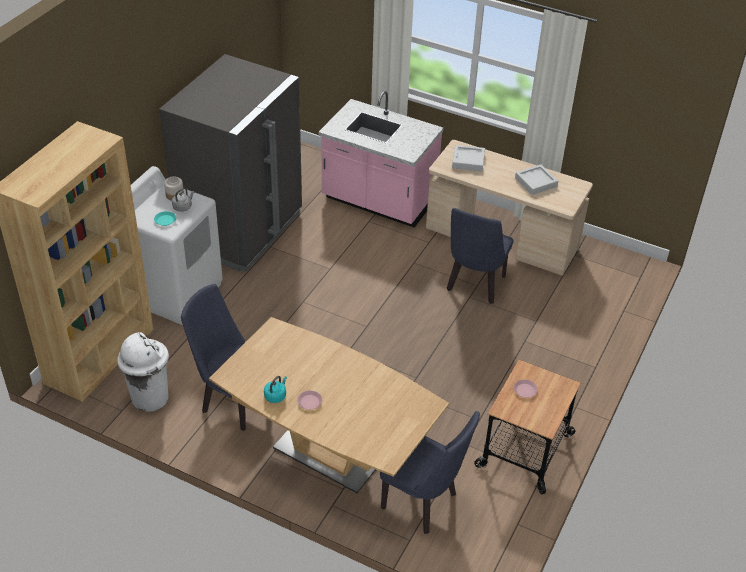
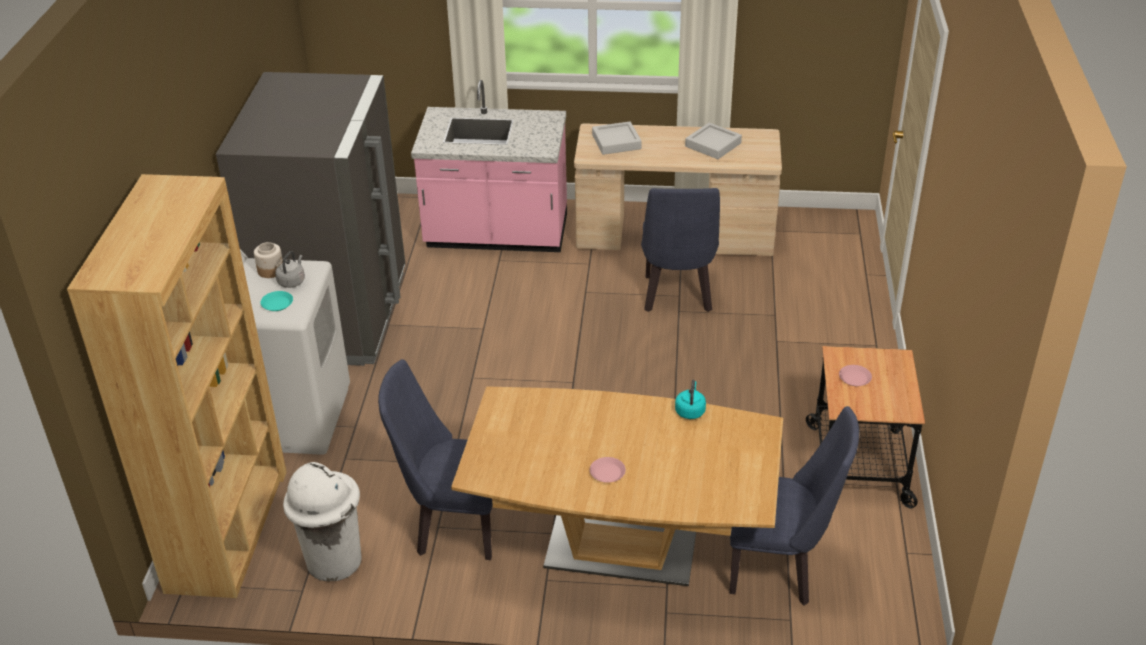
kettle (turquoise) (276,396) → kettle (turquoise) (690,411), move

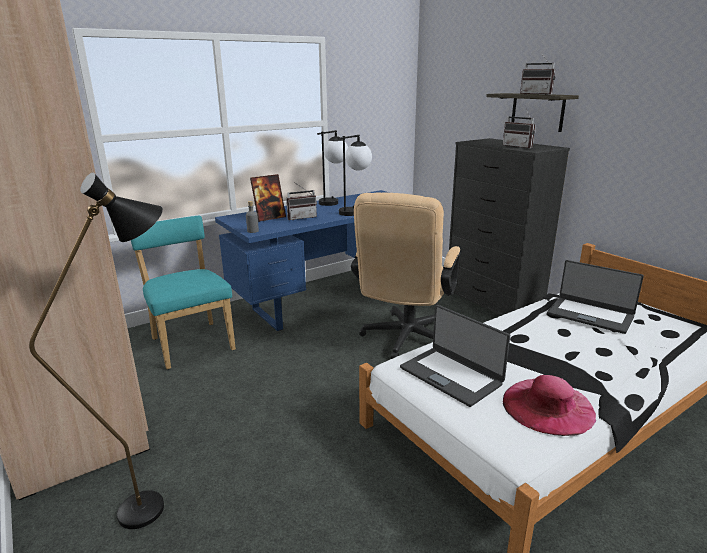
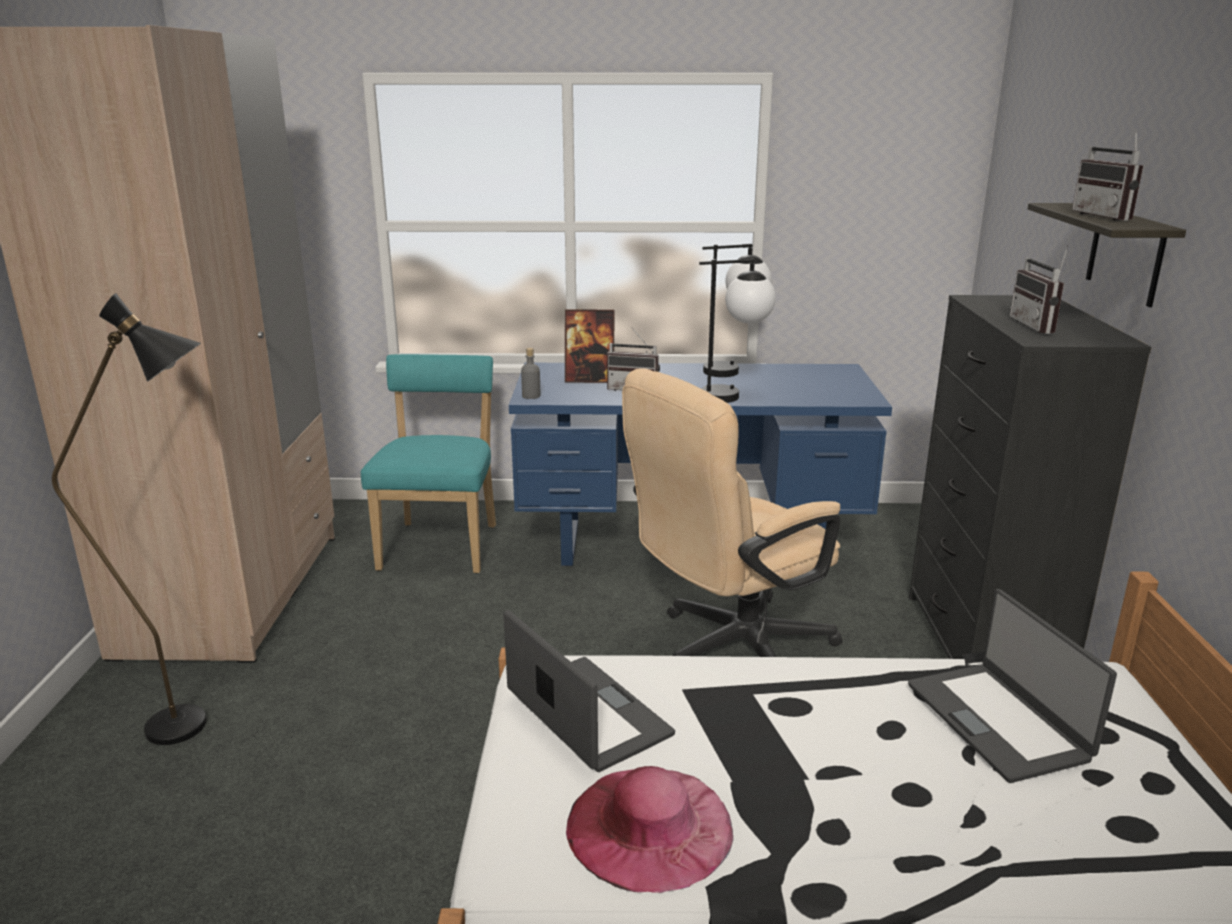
laptop (451,375) → laptop (586,714), 150 degrees clockwise

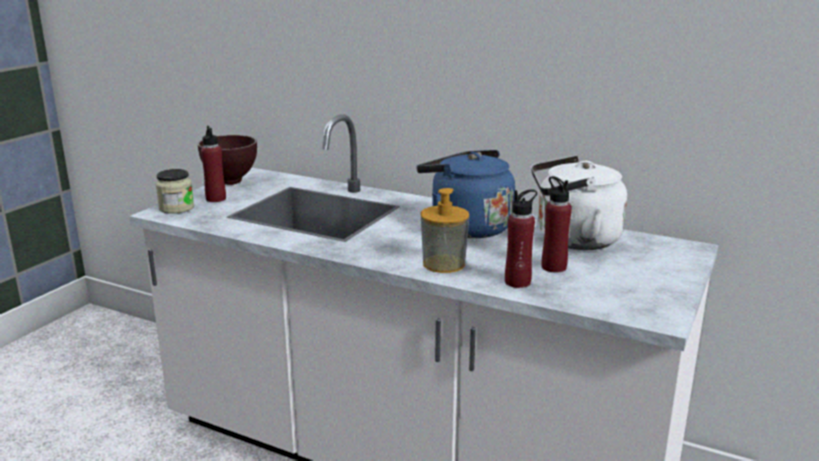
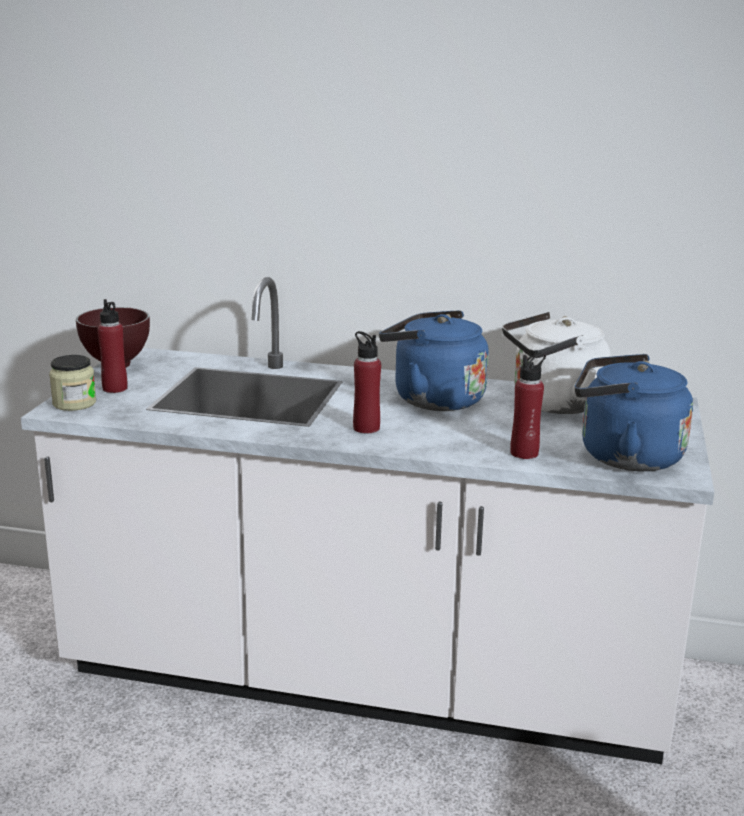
soap dispenser (443,264) → -
bottle (red) (553,267) → bottle (red) (366,428), move
- → kettle (blue) (623,456)

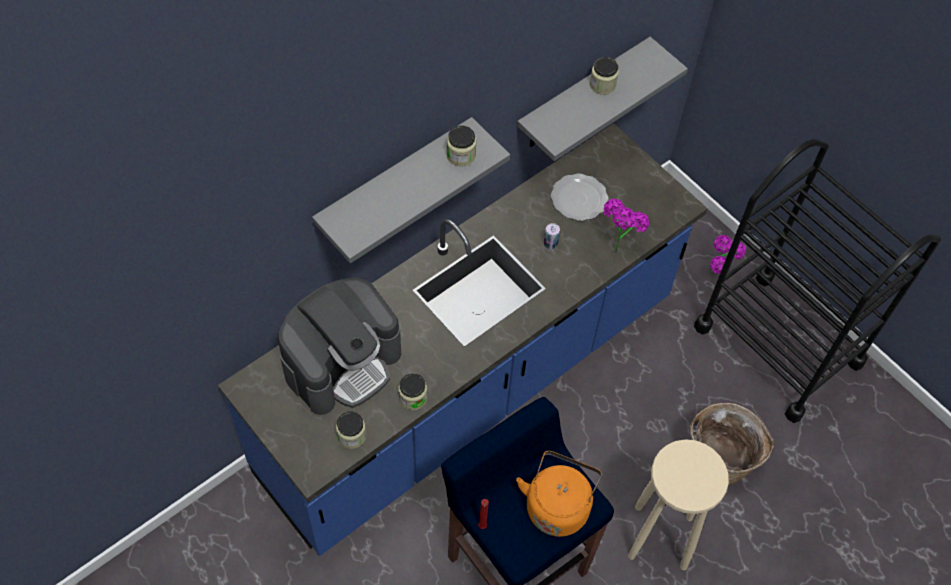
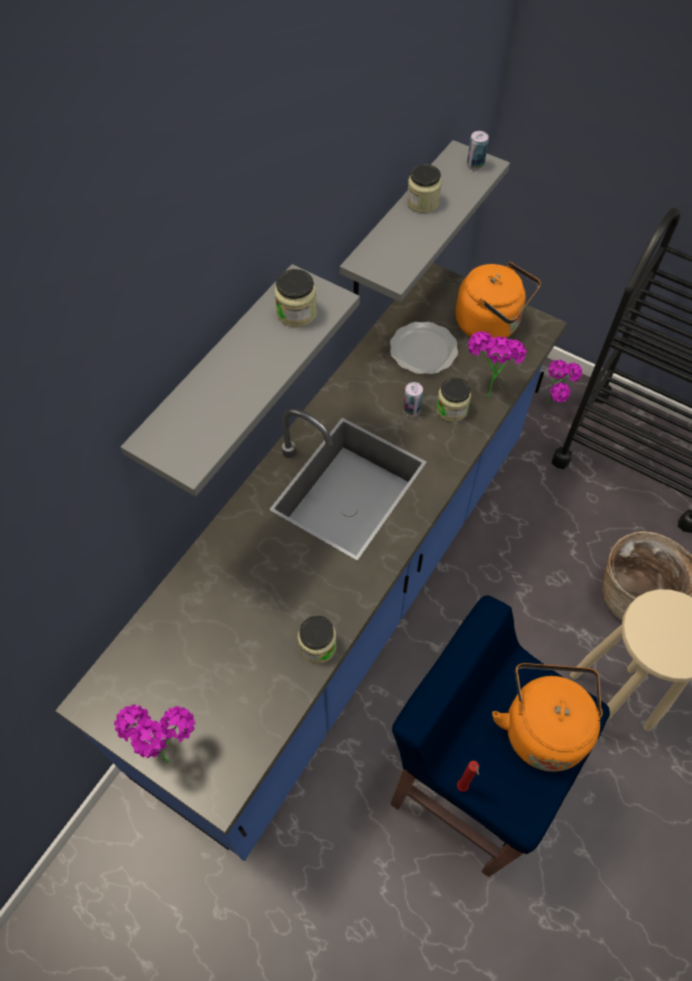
coffee machine (342,362) → -
jar (352,436) → jar (452,409), move
- → potted plant (167,749)
- → kettle (orange) (491,324)
- → can (475,165)

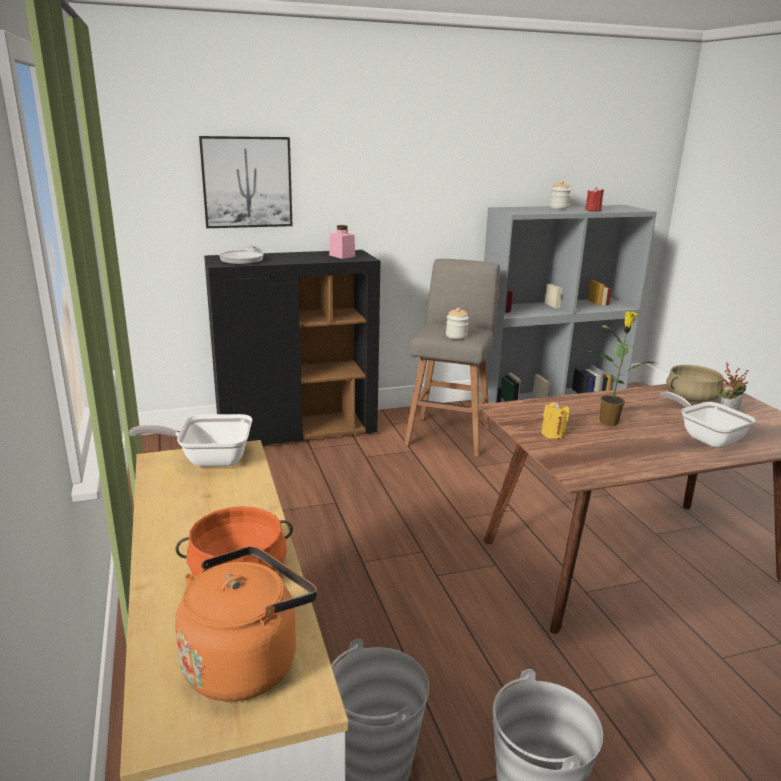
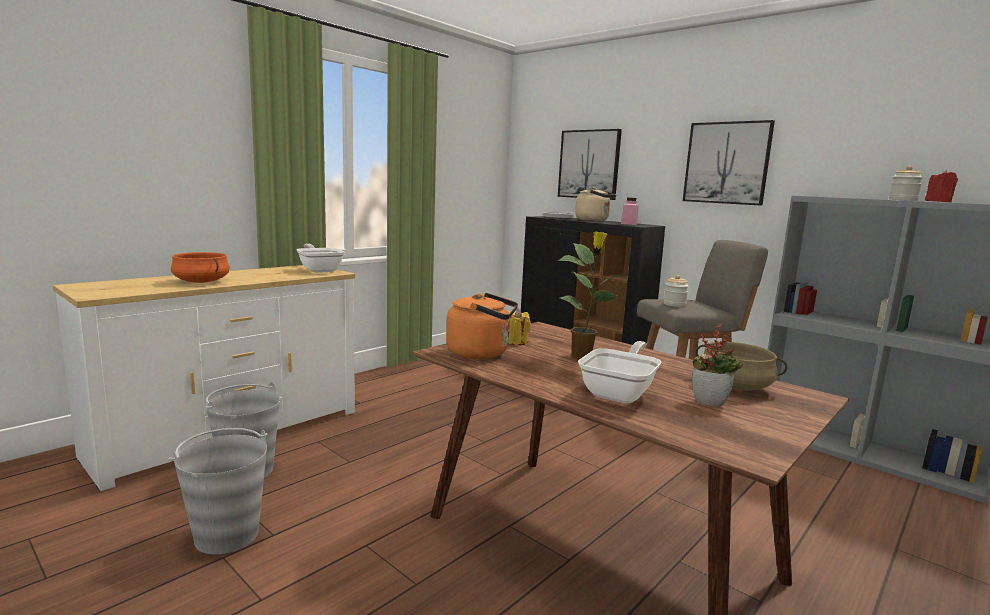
kettle (orange) (246,661) → kettle (orange) (481,353), move
- → kettle (beige) (594,220)
- → picture (727,163)

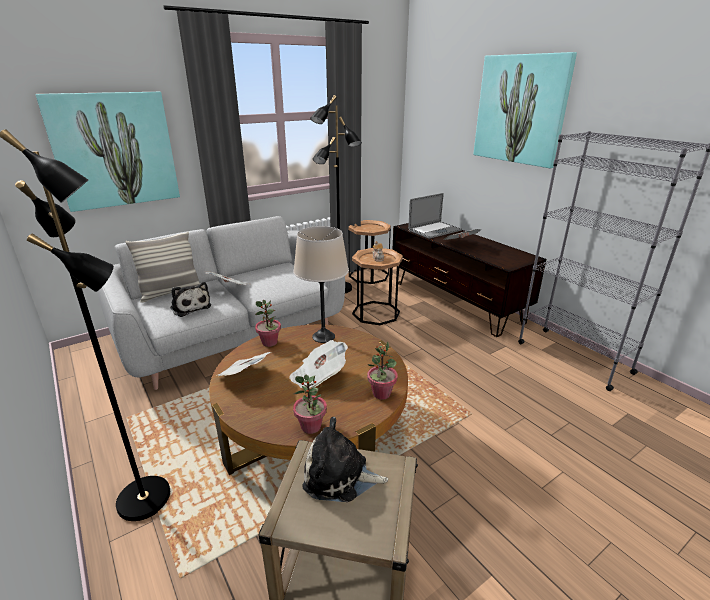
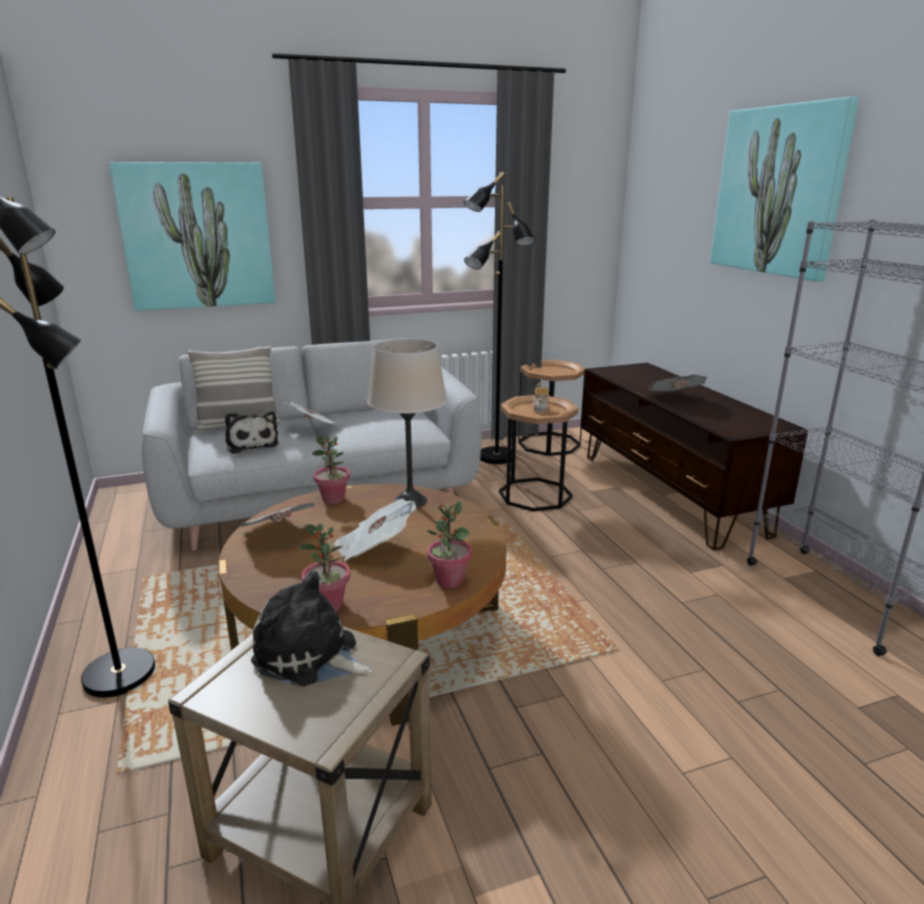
laptop (434,230) → -

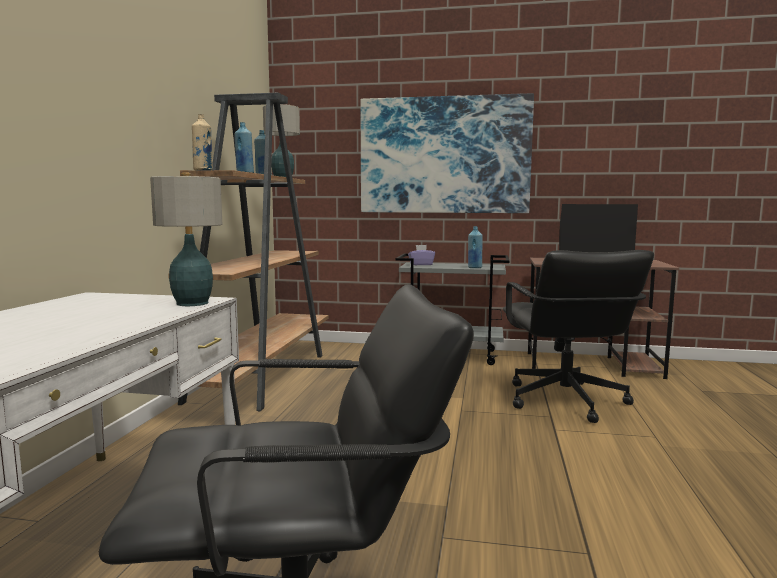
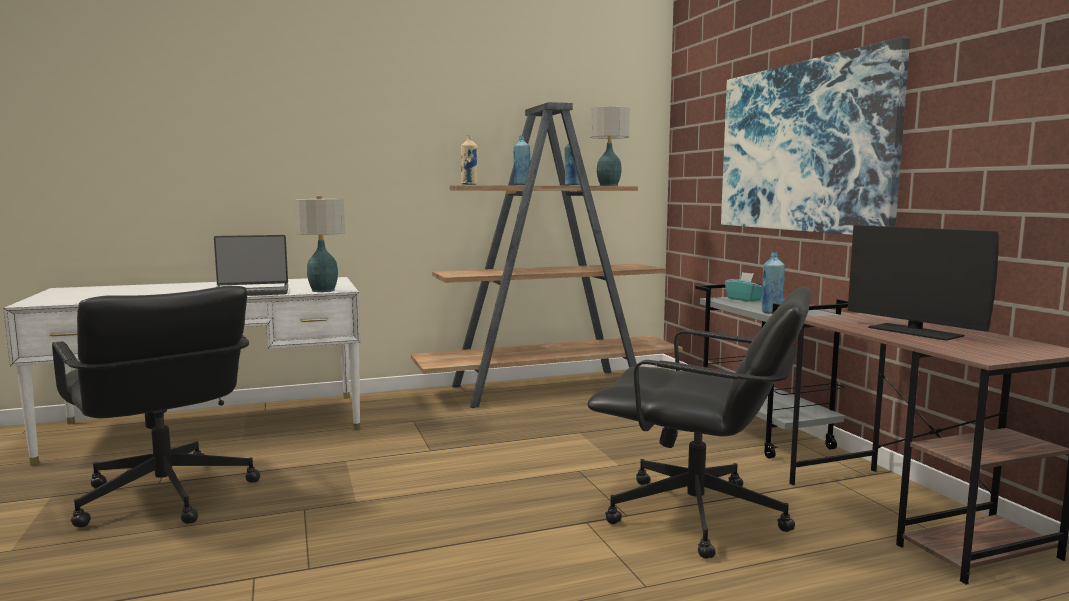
tissue box (purple) (421,264) → tissue box (turquoise) (744,299)
office chair (black) (564,401) → office chair (black) (697,516), 120 degrees counterclockwise
- → laptop (251,292)

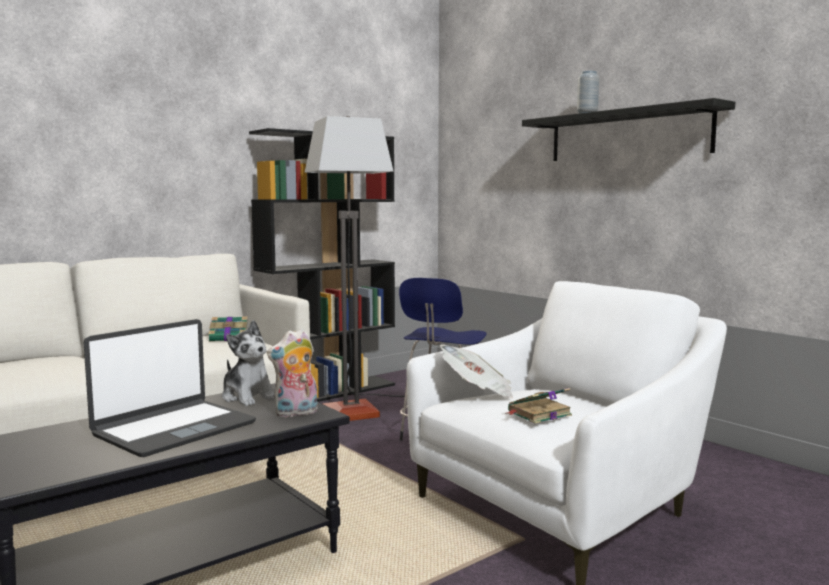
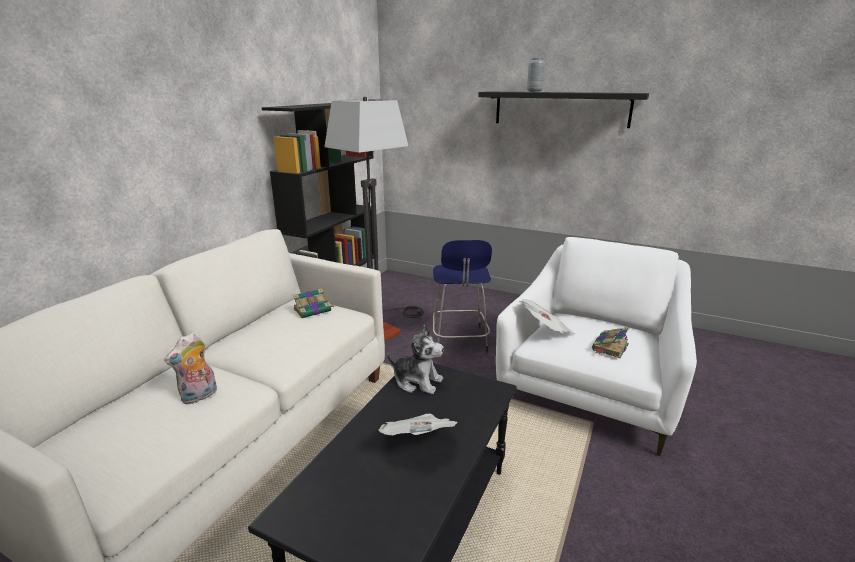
laptop (174,429) → newspaper (418,441)
plush toy (296,413) → plush toy (199,396), move

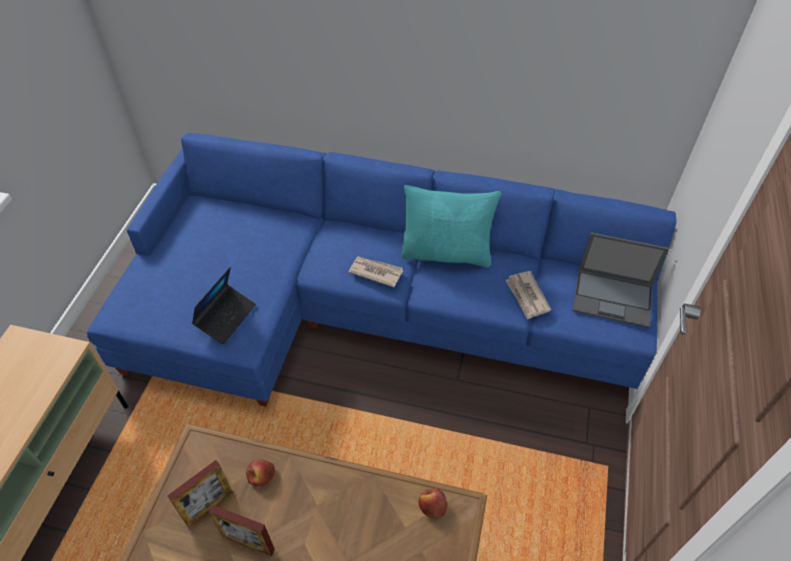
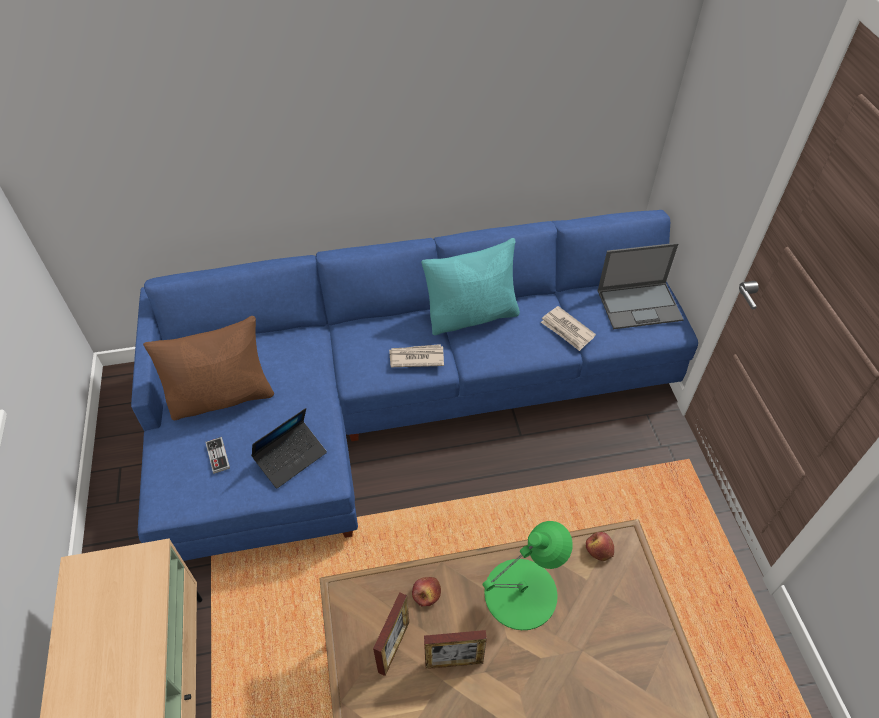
laptop (226,317) → laptop (291,457), 45 degrees clockwise
- → pillow (brown) (223,397)
- → game controller (218,456)
- → table lamp (green) (522,593)

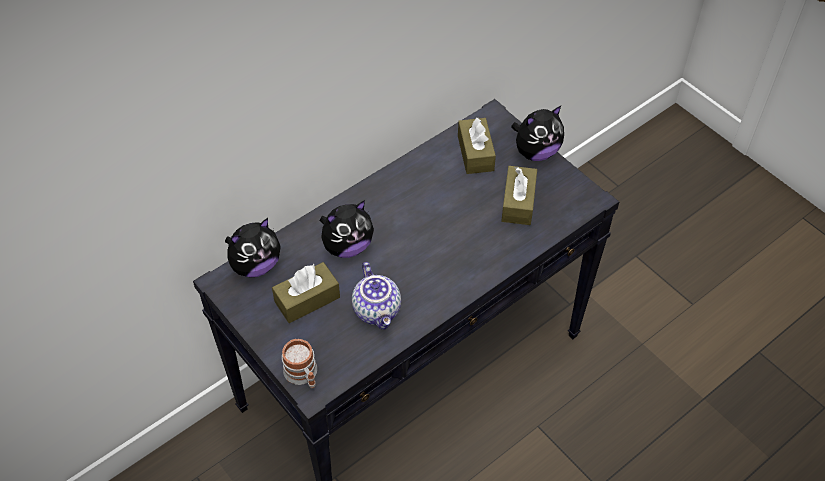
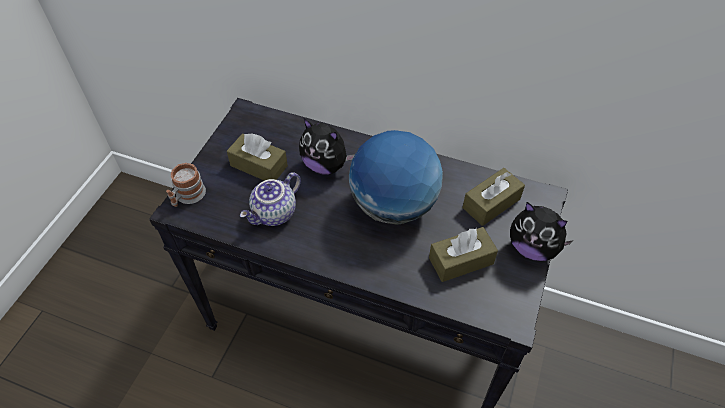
plush toy (255,265) → -
- → globe (393,206)

